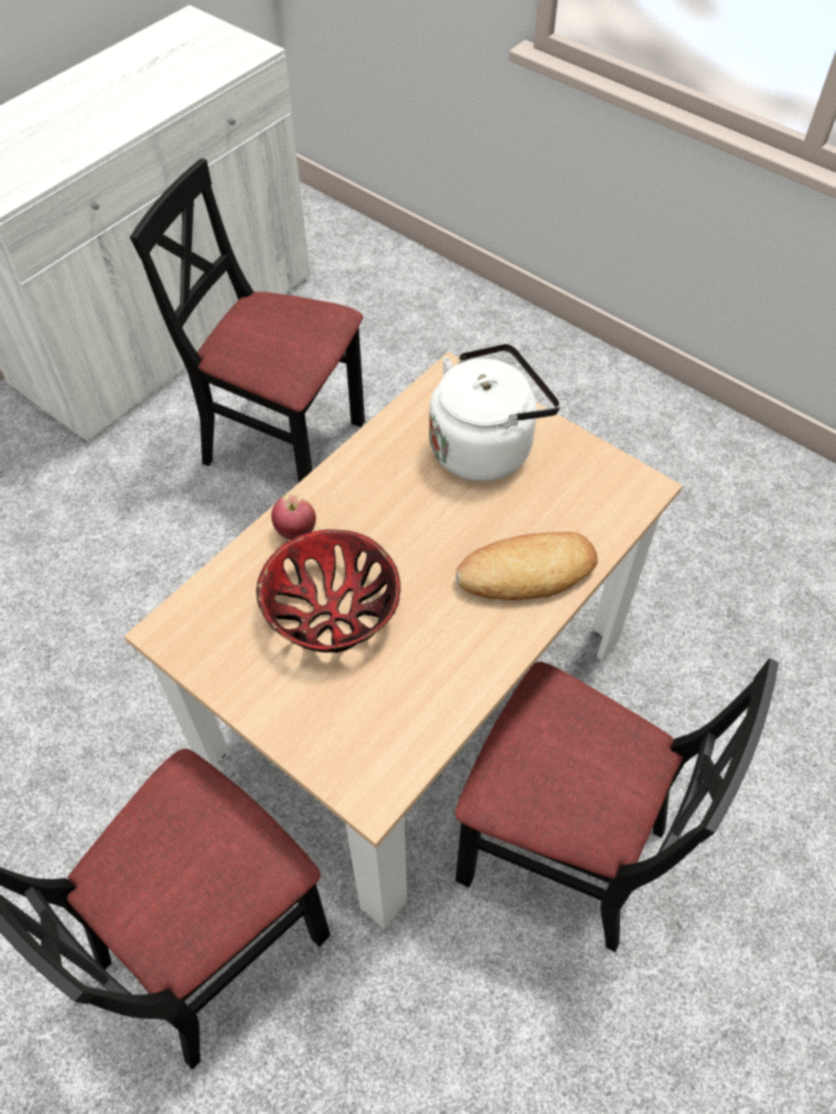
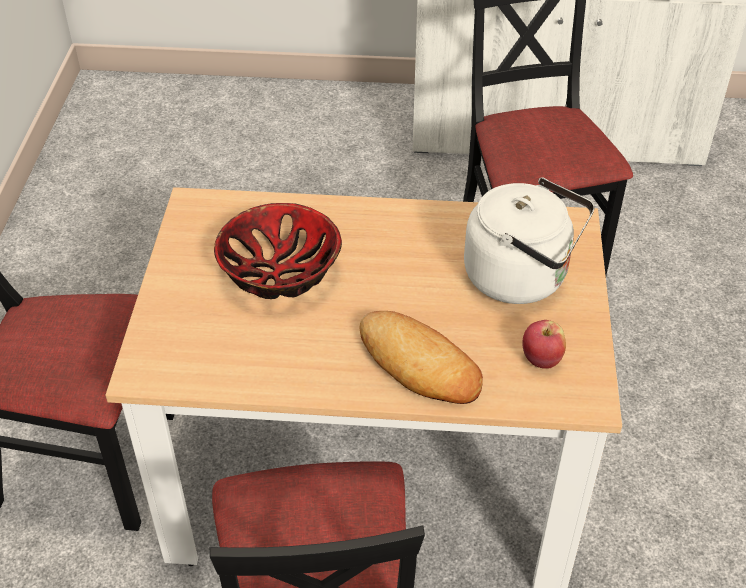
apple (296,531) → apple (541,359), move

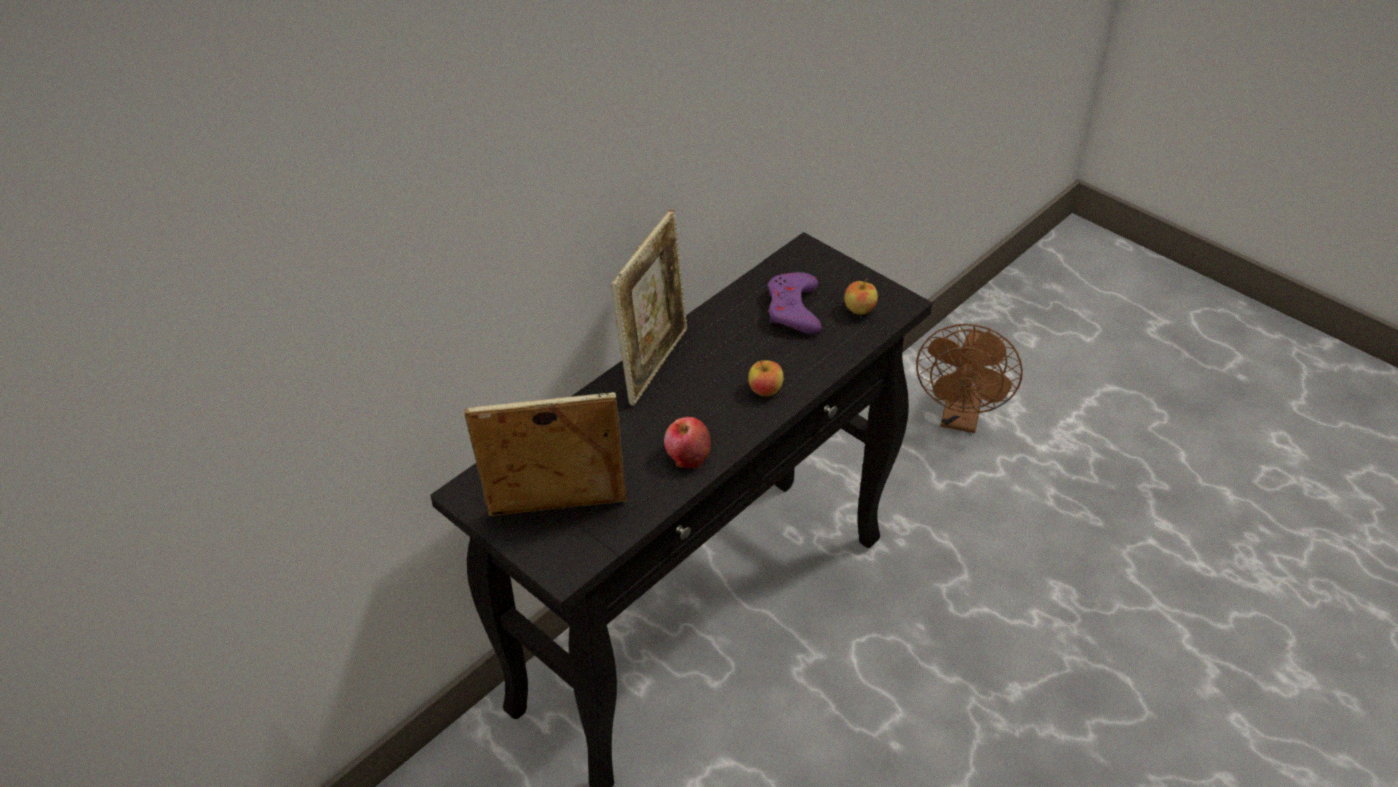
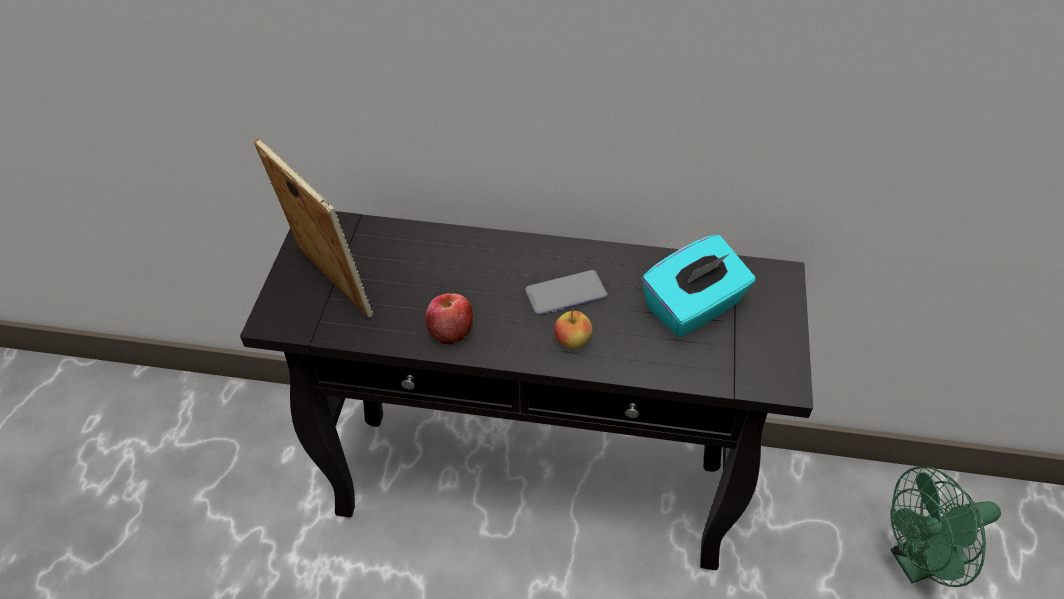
picture frame (654,363) → -
game controller (purple) (793,309) → tissue box (turquoise) (693,307)
apple (859,309) → -
fan (brown) (961,418) → fan (green) (918,562)
- → phone (565,294)

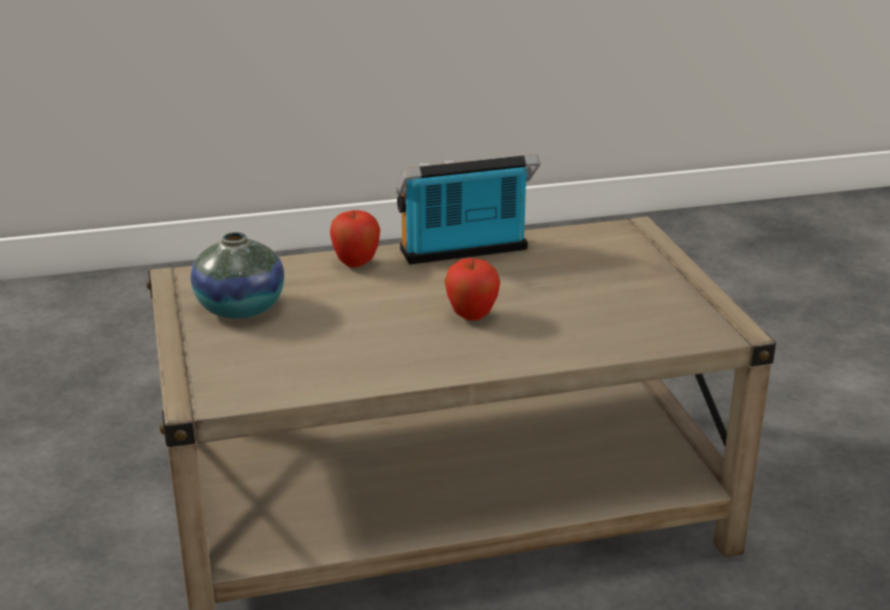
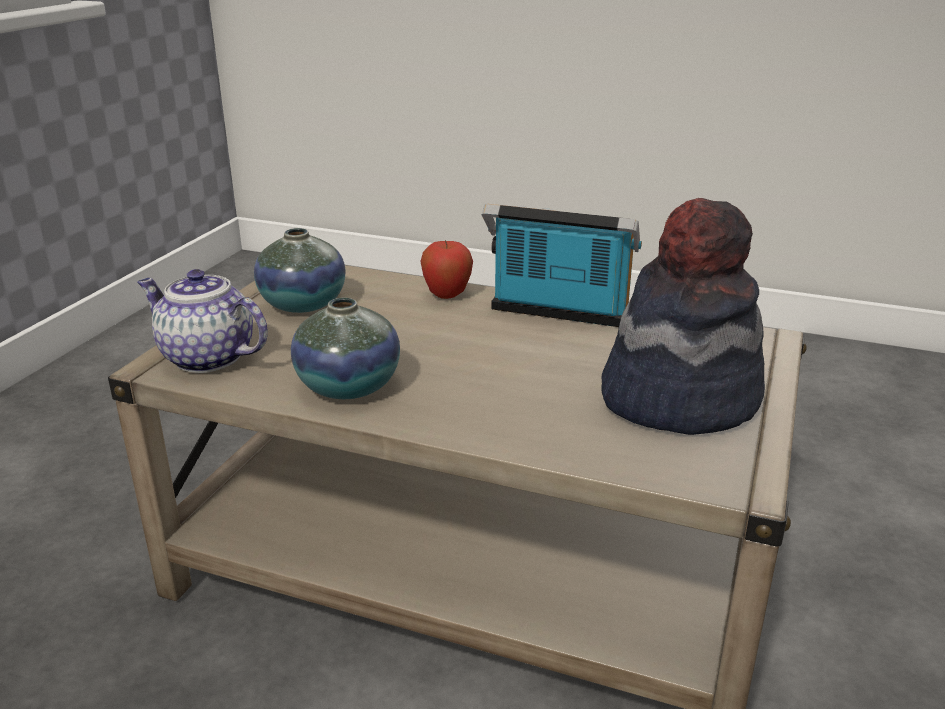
apple (472,317) → -
- → teapot (205,357)
- → vase (348,386)
- → hat (679,398)

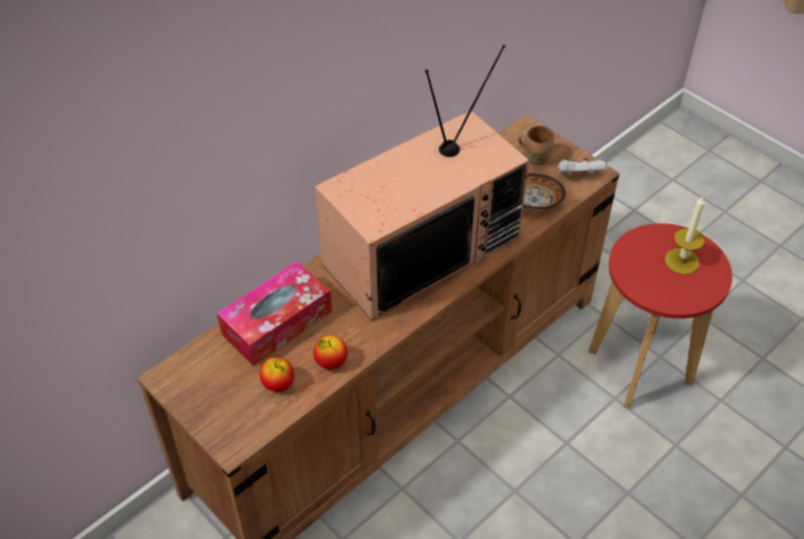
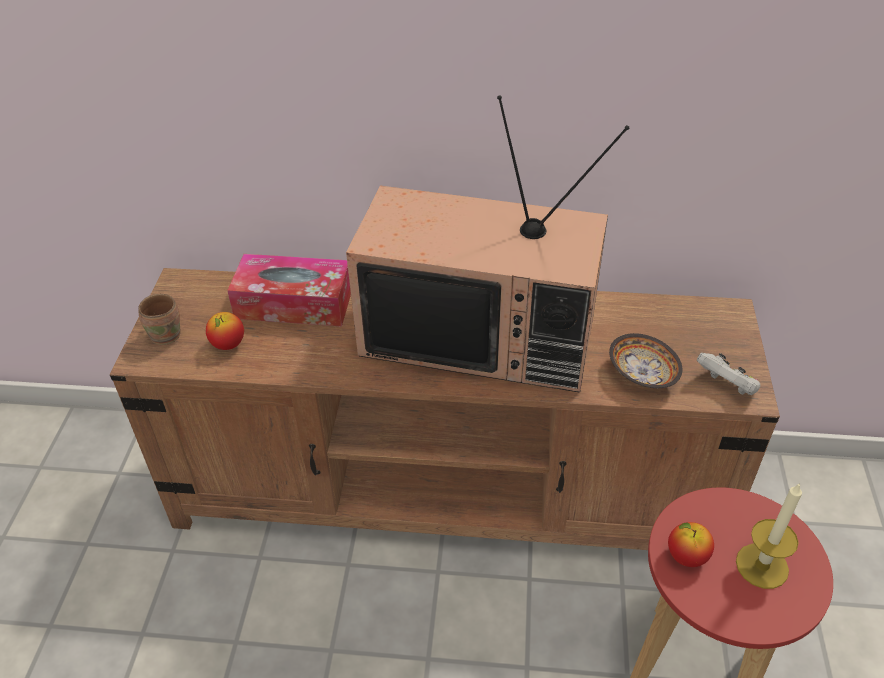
apple (331,362) → apple (686,556), move
mug (brown) (535,157) → mug (brown) (167,334), move

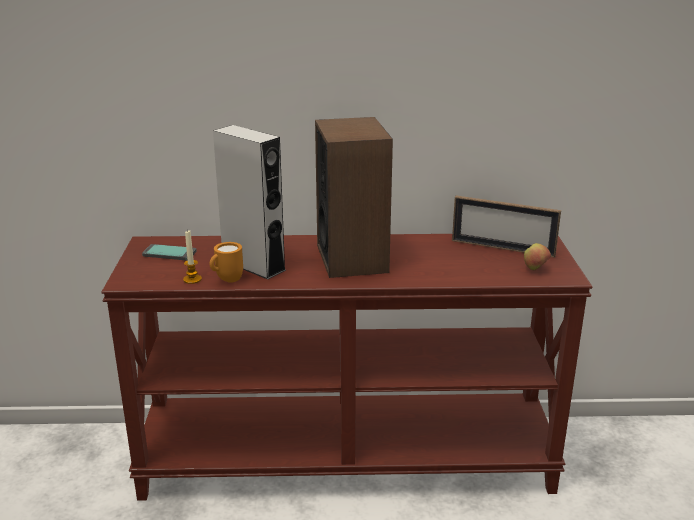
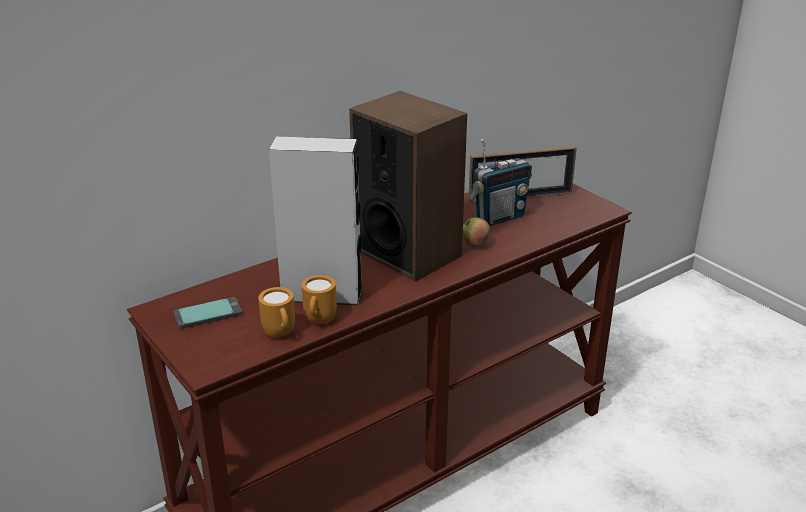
candle (192,279) → mug (orange) (280,335)
apple (535,269) → apple (475,244), move
- → radio (499,217)

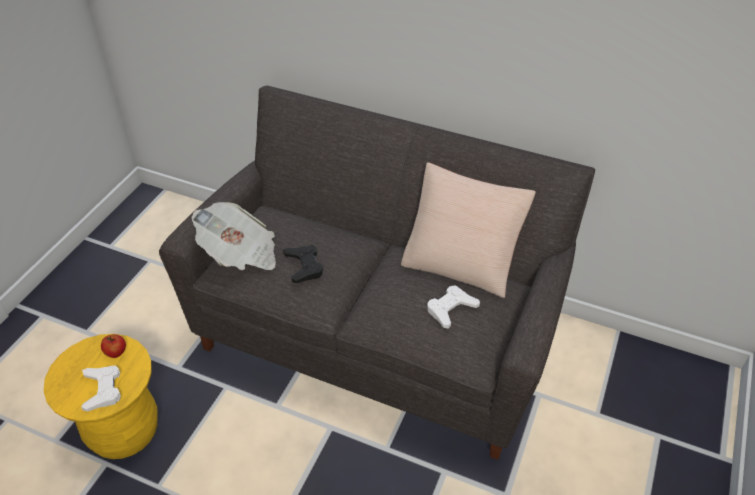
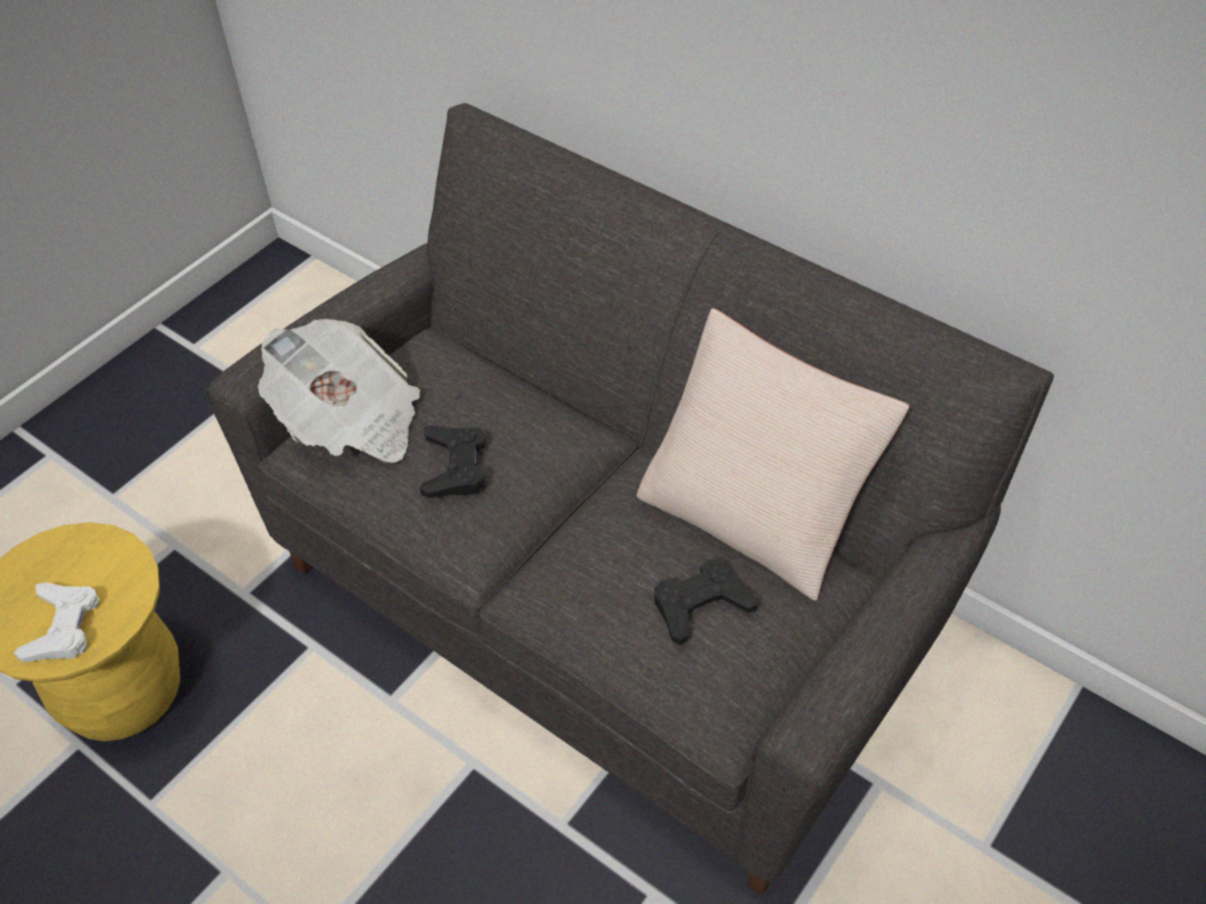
apple (116,353) → -
game controller (white) (451,309) → game controller (black) (701,605)

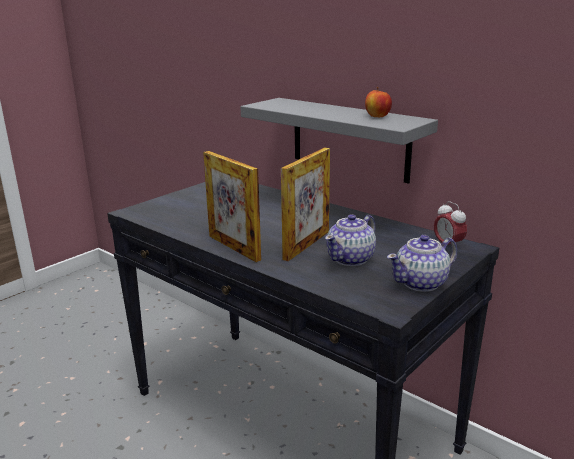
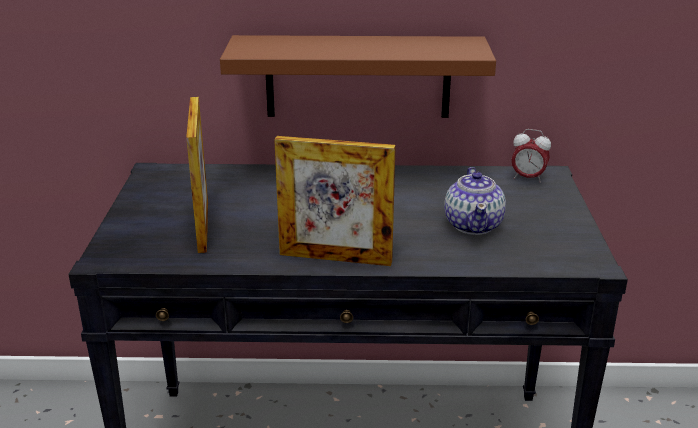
shelf (grey) (349,139) → shelf (brown) (358,76)
picture frame (306,245) → picture frame (203,226), move
apple (377,116) → -
teapot (421,283) → -

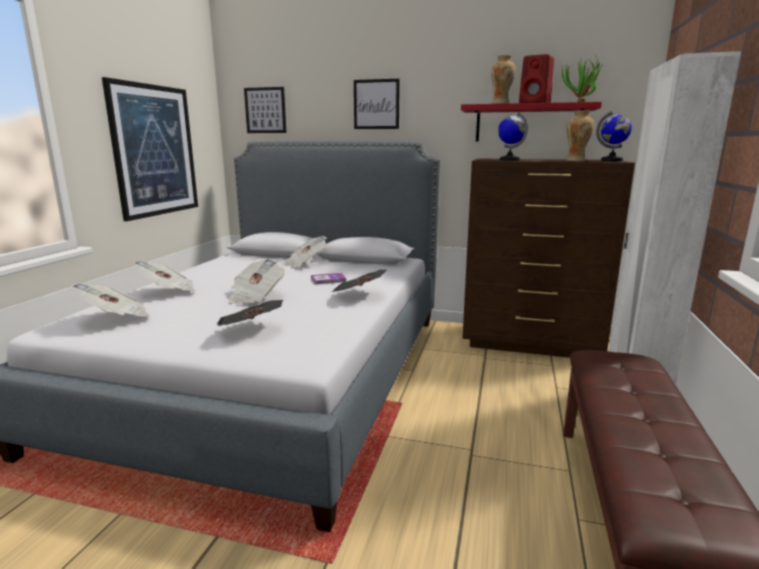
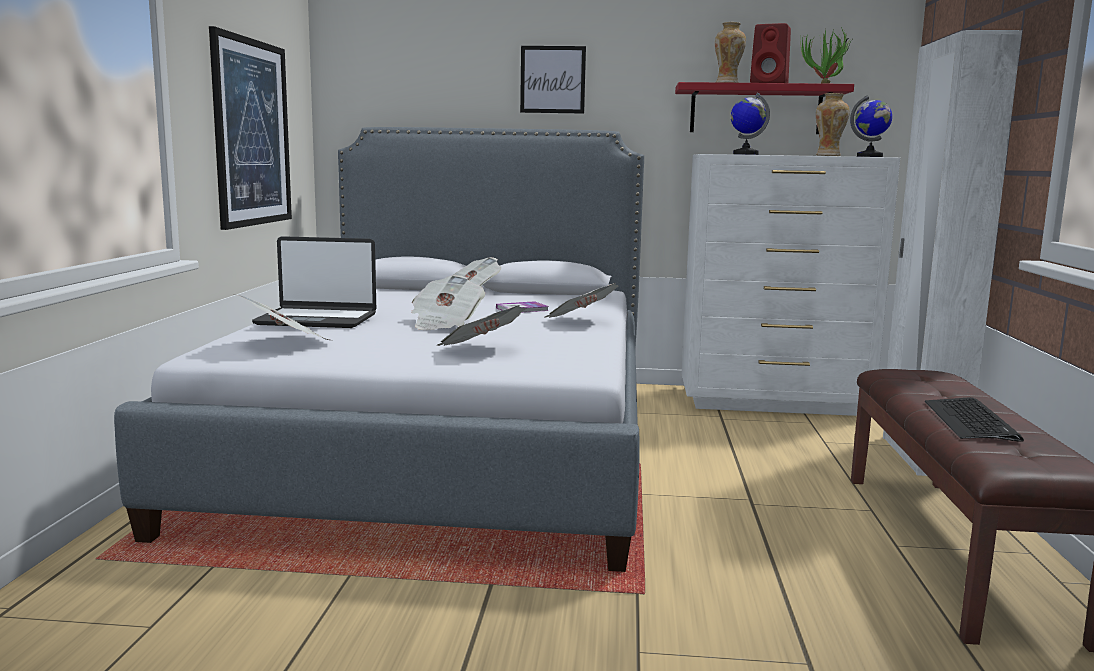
newspaper (168,291) → laptop (317,319)
picture (265,110) → -
dresser (brown) (531,343) → dresser (white) (773,402)
- → keyboard (971,421)

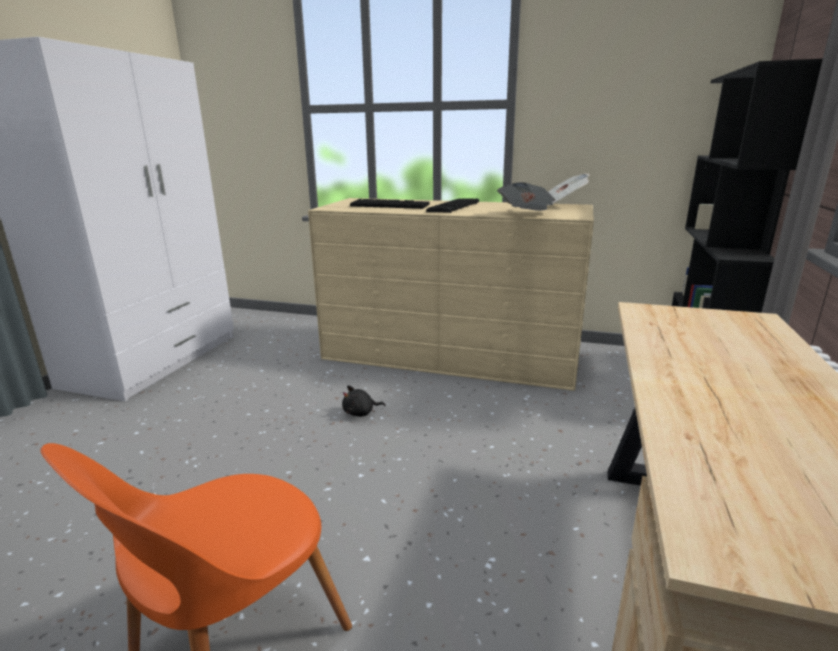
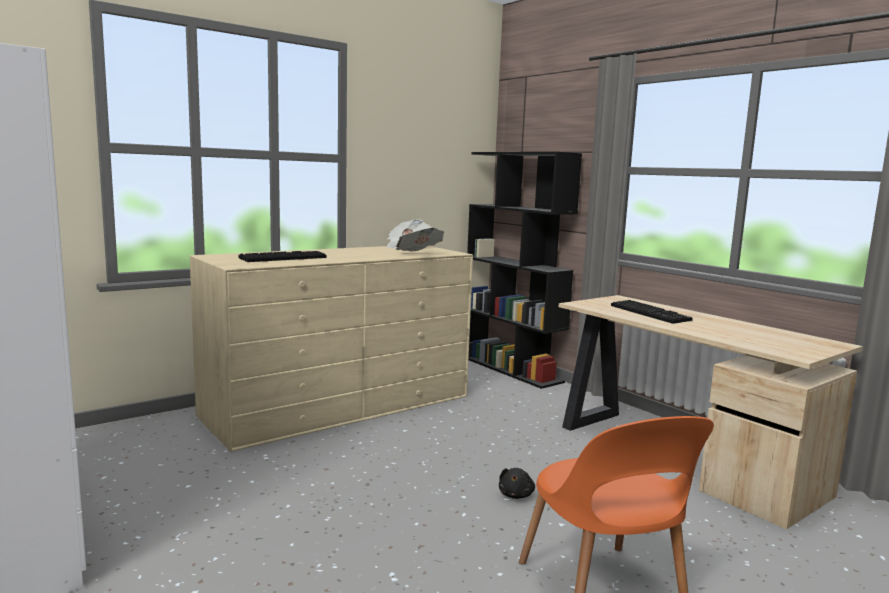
plush toy (black) (361,413) → plush toy (black) (516,495), move
keyboard (455,207) → keyboard (651,313), move

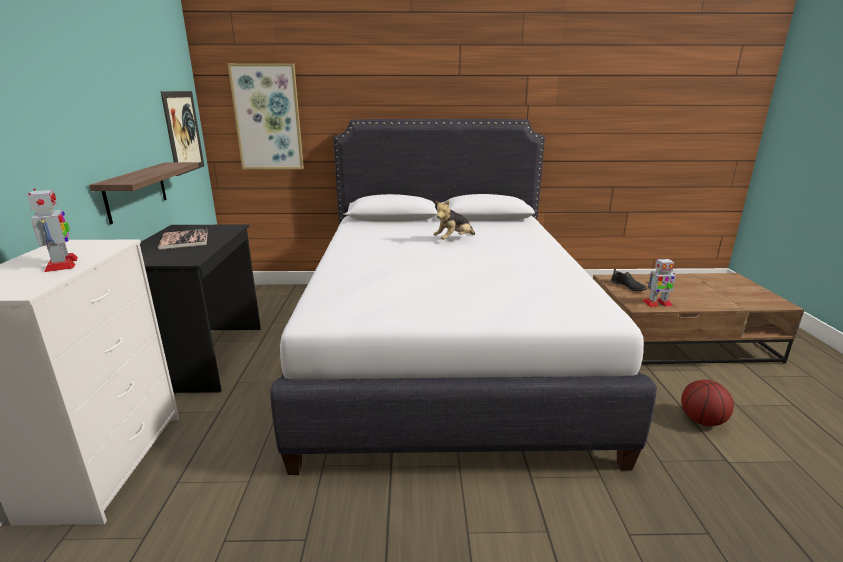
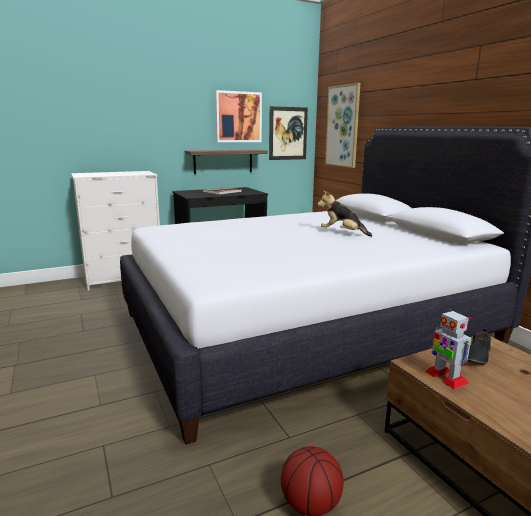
toy robot (62,264) → -
- → picture (238,117)

